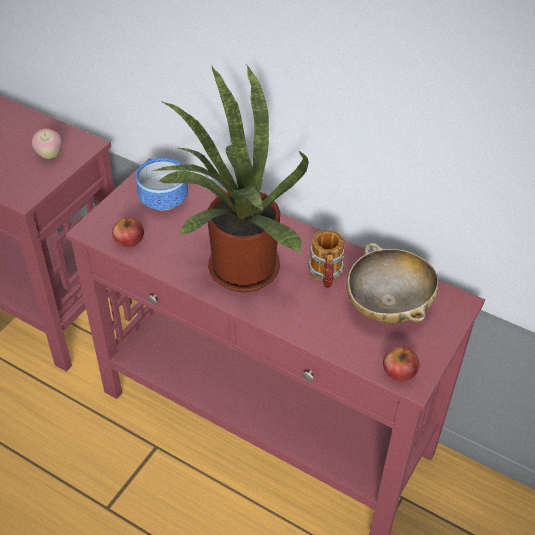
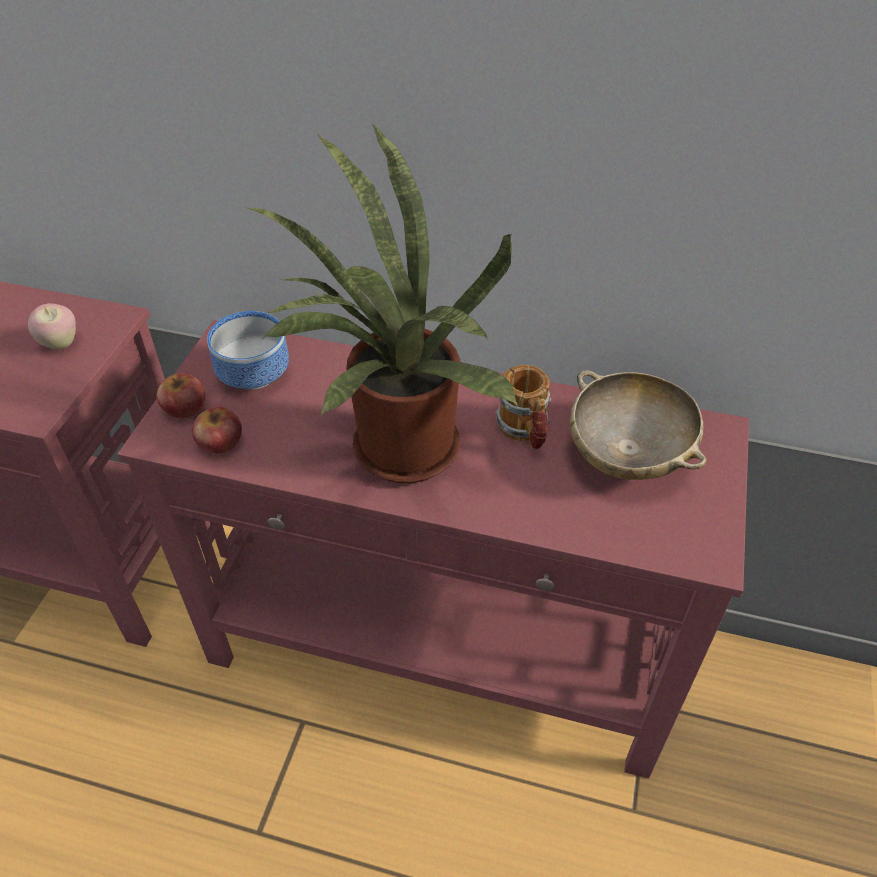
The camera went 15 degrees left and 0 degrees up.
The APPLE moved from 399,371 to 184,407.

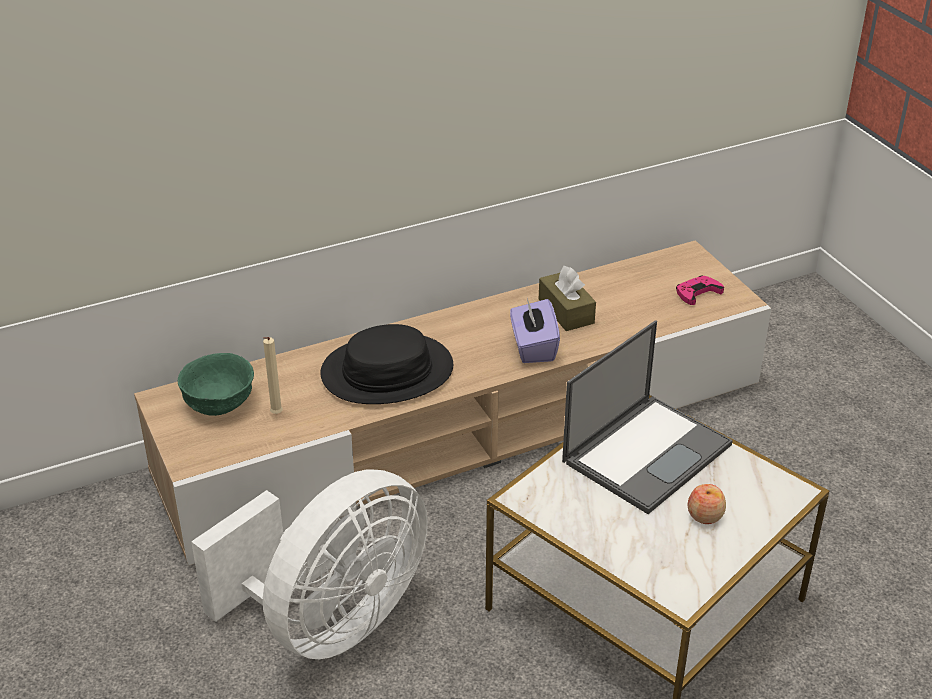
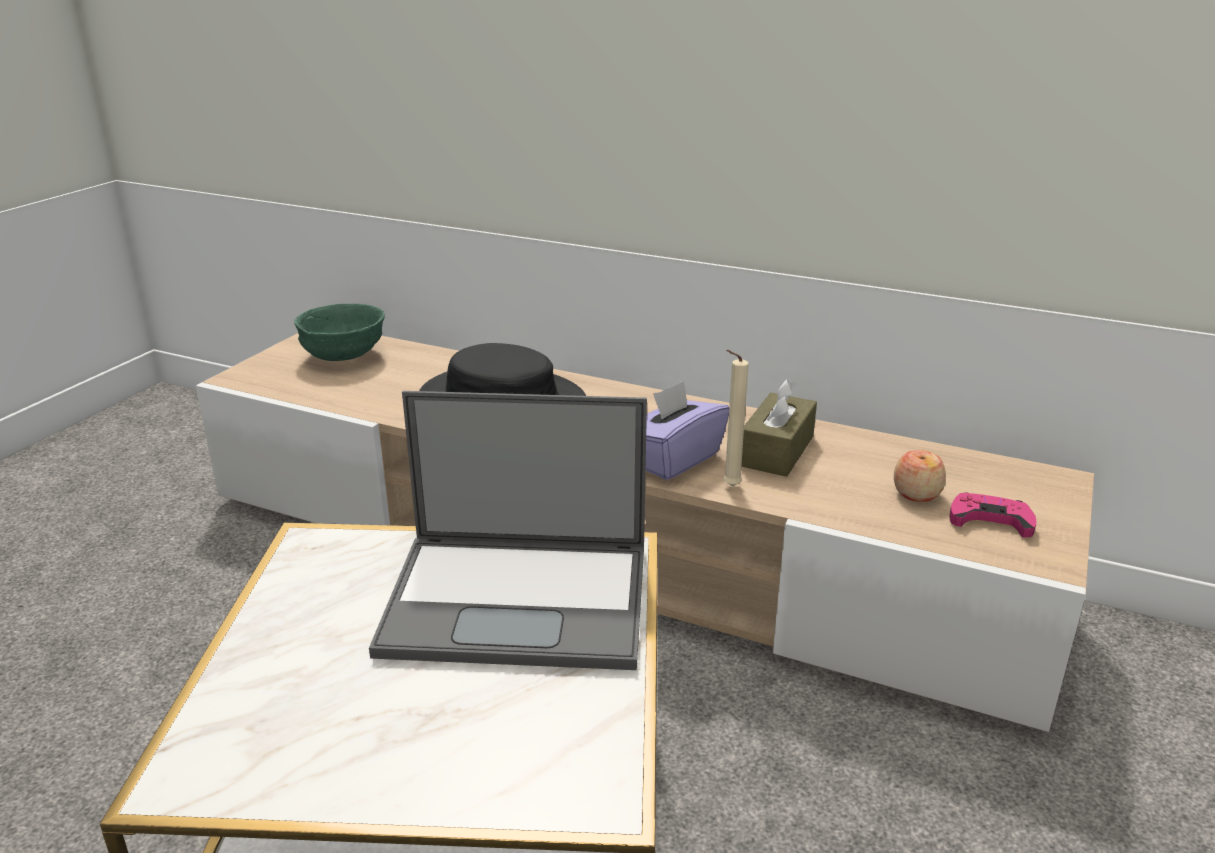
The camera went 50 degrees right and 10 degrees down.
The WHITE FAN at 330,622 disappeared.
The BEIGE CANDLE moved from 275,415 to 729,487.
The APPLE moved from 705,515 to 916,494.

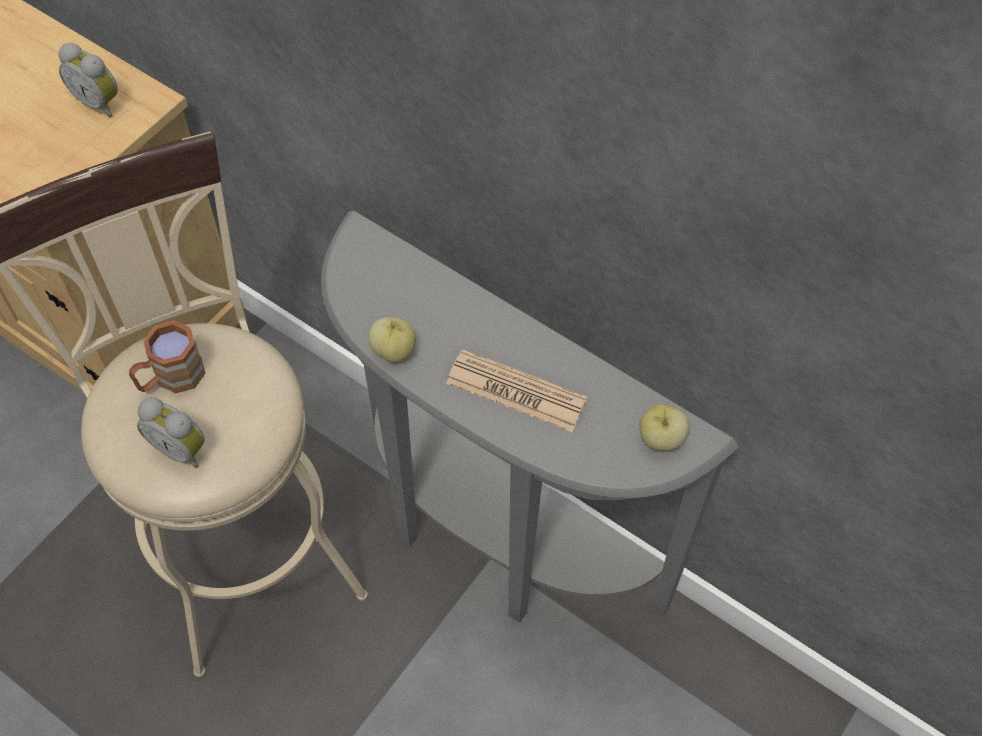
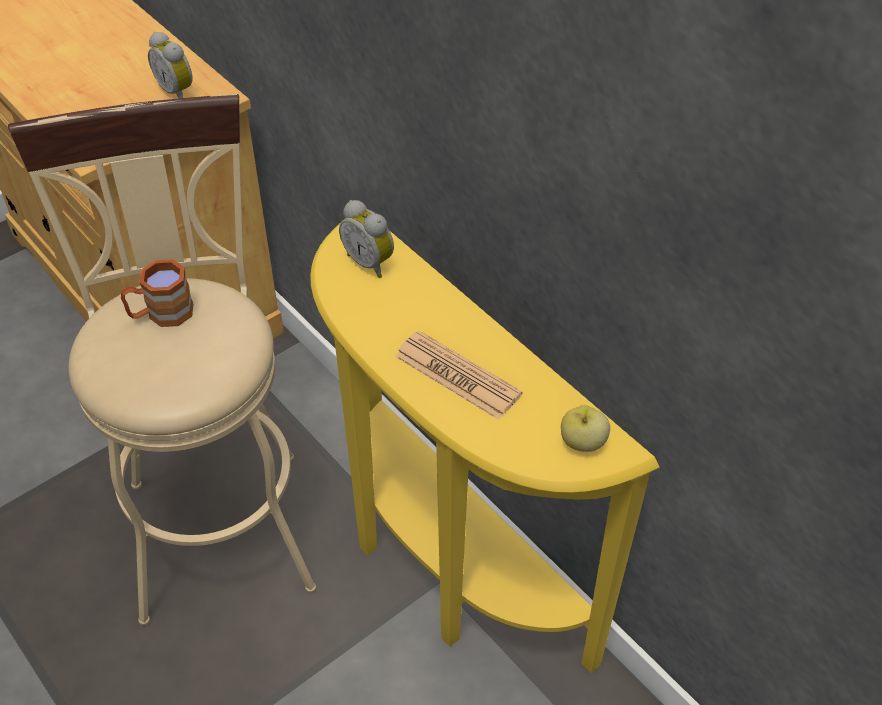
The camera went 15 degrees right and 10 degrees down.
The APPLE at 394,350 disappeared.
The ALARM CLOCK moved from 181,448 to 370,262.
The GREY CONSOLE TABLE at 492,542 became the YELLOW CONSOLE TABLE at 445,569.

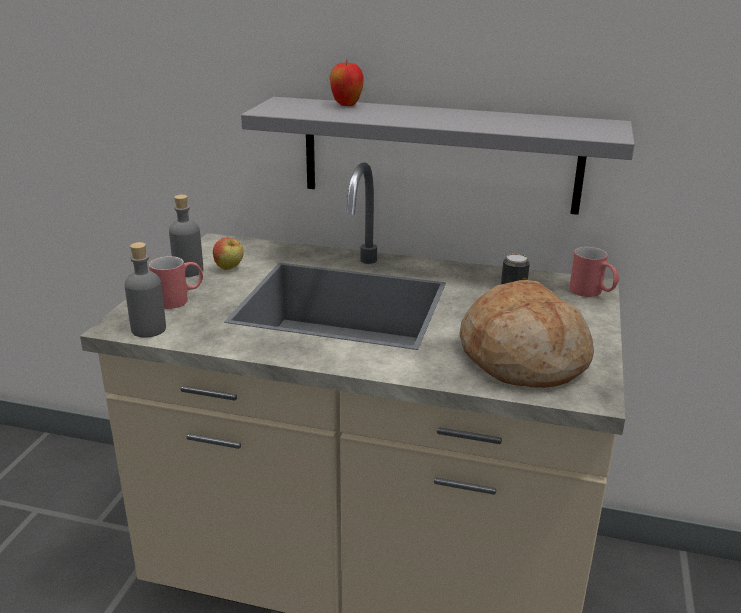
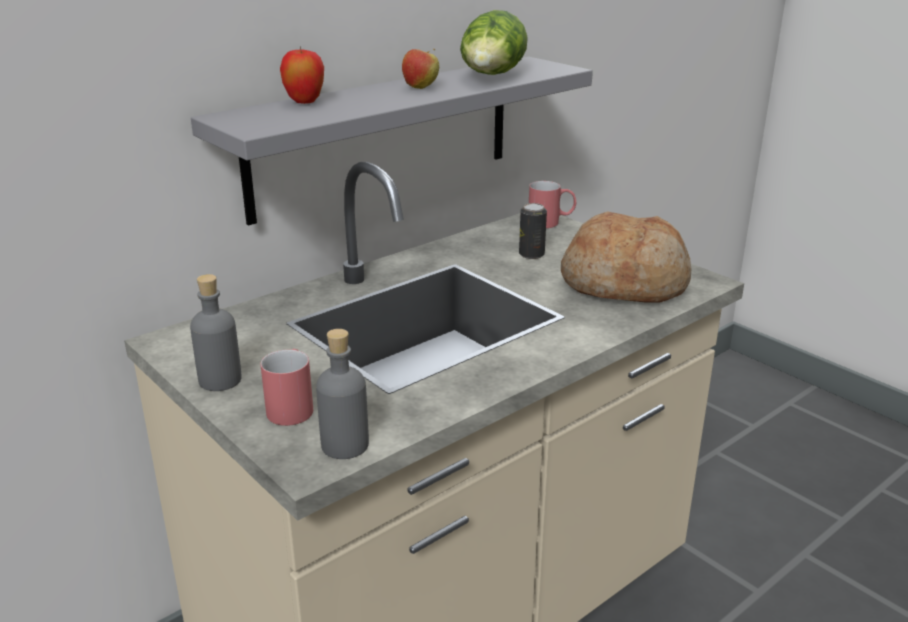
The camera went 55 degrees left and 0 degrees up.
The LETTUCE at 492,77 appeared.
The APPLE moved from 229,268 to 421,87.

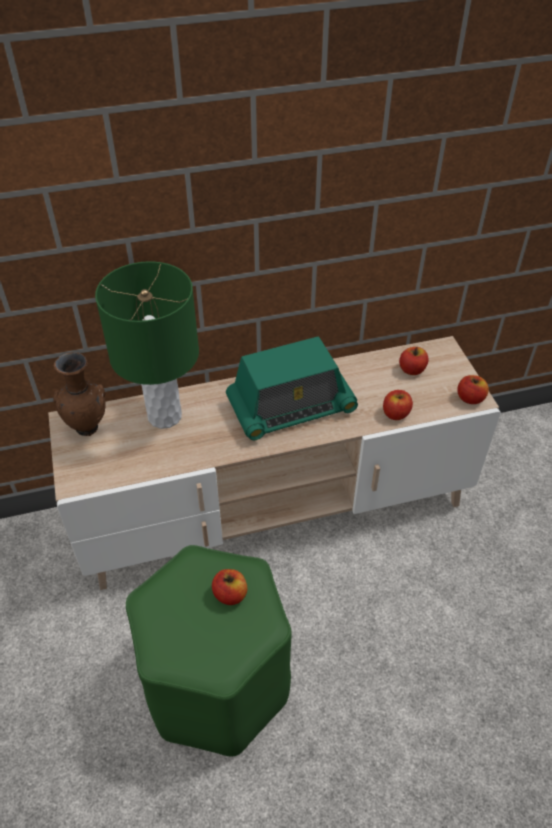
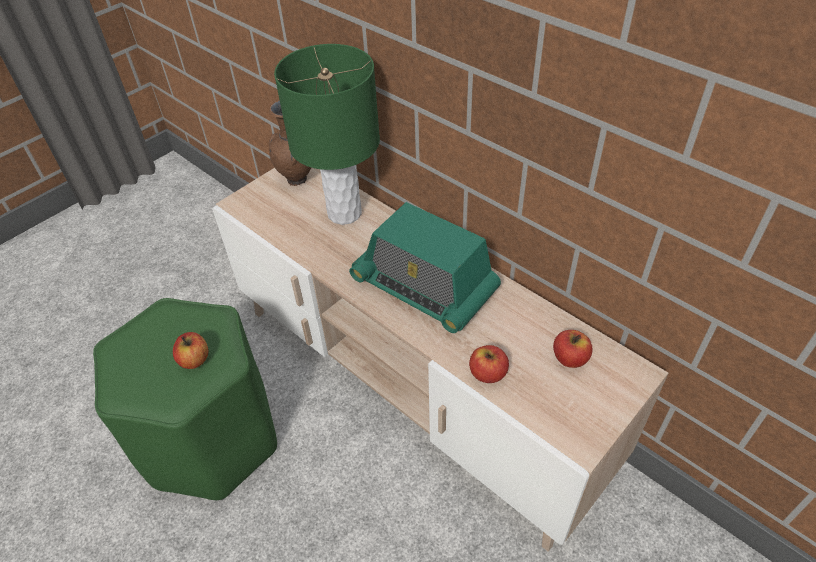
The camera went 60 degrees right and 0 degrees up.
The APPLE at 470,398 disappeared.

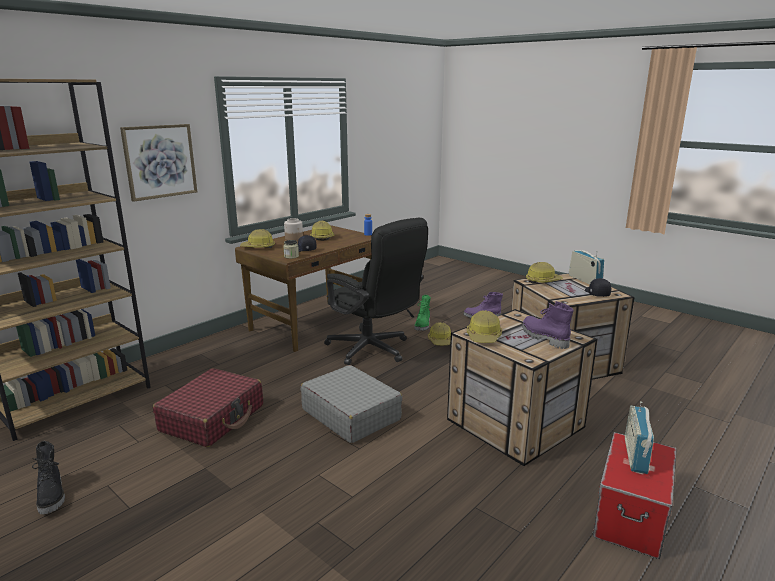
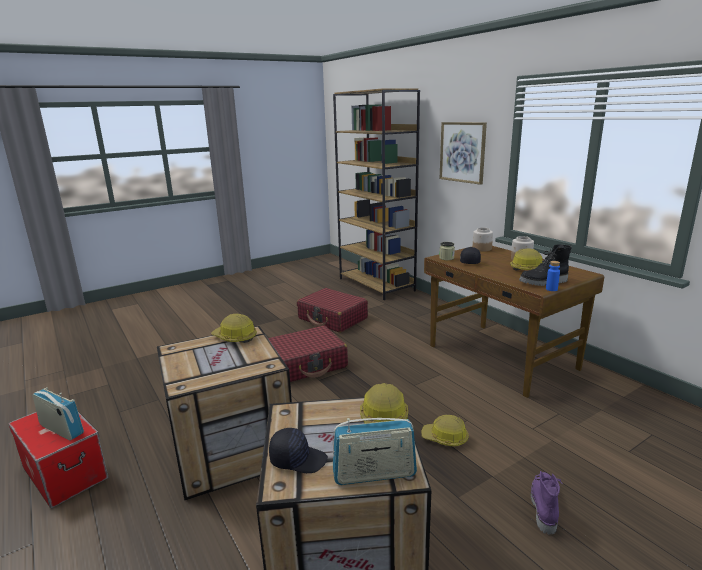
The camera went 105 degrees right and 0 degrees up.
The BLACK OFFICE CHAIR at 374,351 disappeared.
The GREEN BOOT at 423,325 disappeared.
The PURPLE BOOT at 543,338 disappeared.
The BLACK BOOT moved from 52,496 to 543,282.
The HARD HAT at 258,247 was replaced by the JAR at 481,249.
The GREY SUITCASE at 351,414 became the RED SUITCASE at 306,364.

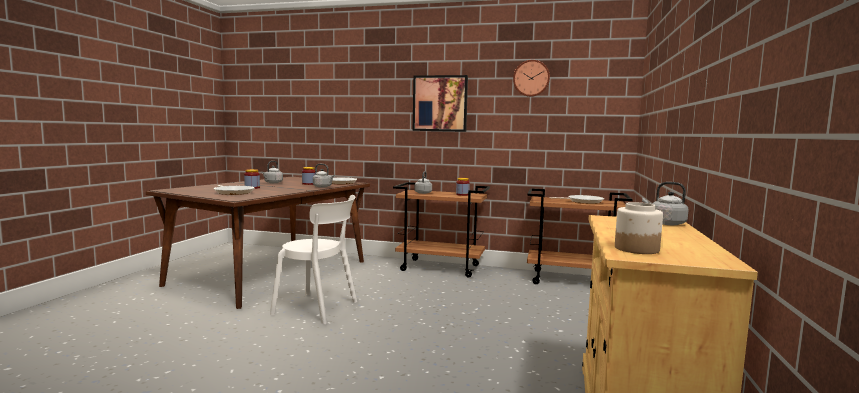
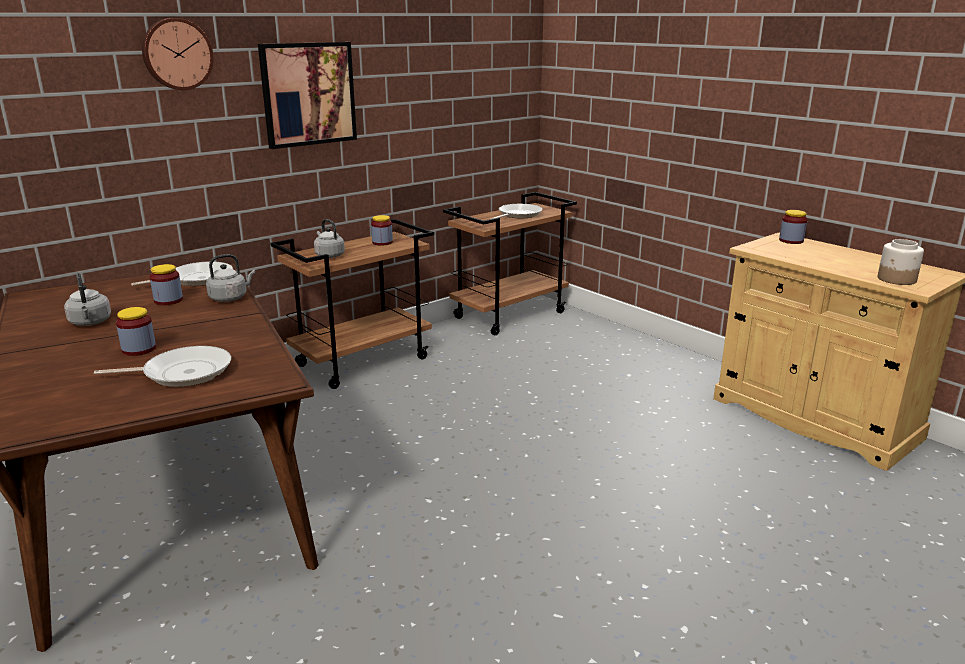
The camera went 55 degrees left and 15 degrees up.
The WHITE CHAIR at 318,308 disappeared.
The WALL CLOCK moved from 531,78 to 177,54.
The GREY KETTLE at 665,223 was replaced by the JAR at 791,241.

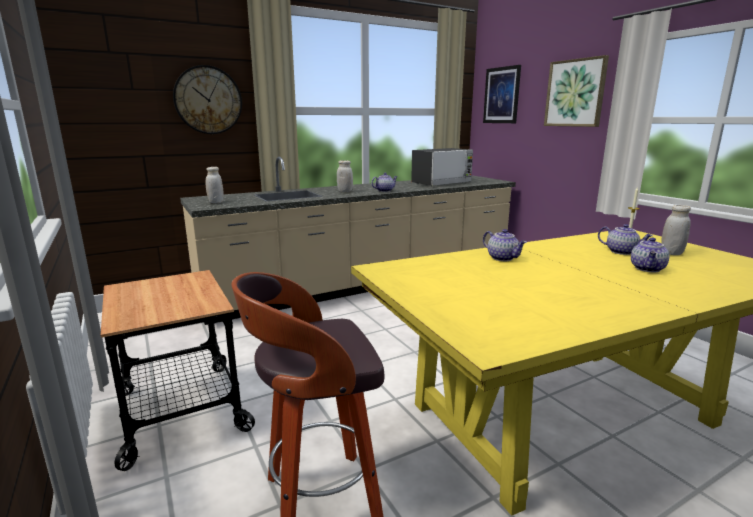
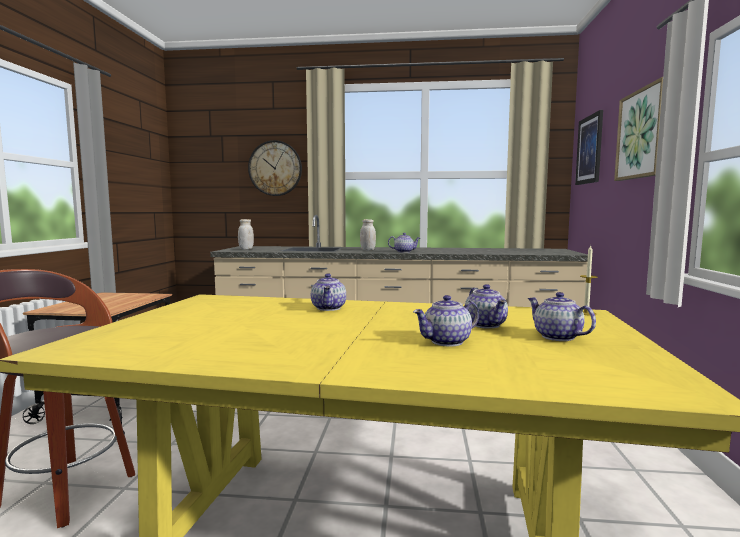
The camera went 35 degrees right and 10 degrees down.
The MICROWAVE at 441,183 disappeared.
The WHITE JAR at 671,253 was replaced by the TEAPOT at 556,337.

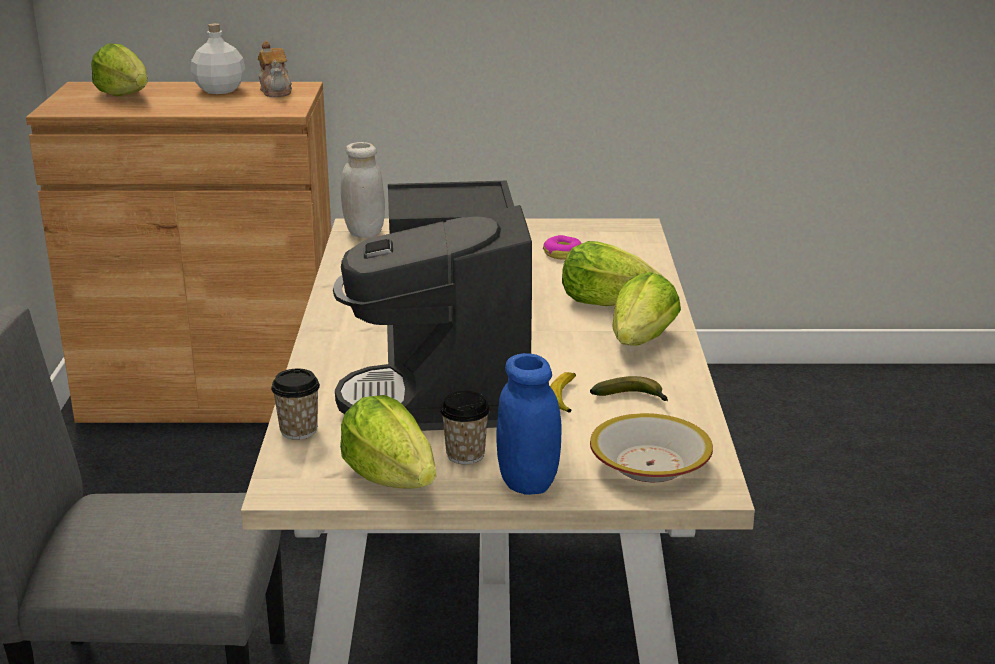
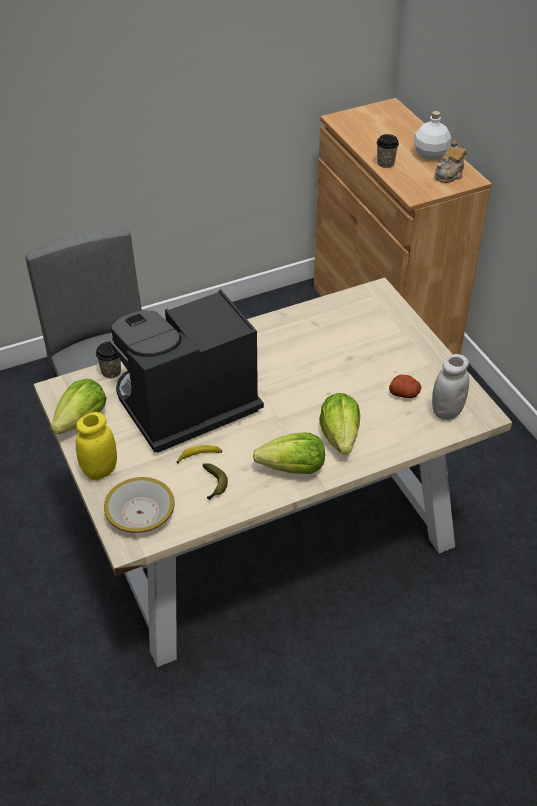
The camera went 65 degrees right and 20 degrees up.
The LETTUCE at 124,95 disappeared.
The WHITE JAR moved from 364,232 to 446,411.
The CUP moved from 465,455 to 385,163.
The DONUT at 562,254 was replaced by the POTATO at 404,393.
The BLUE JAR at 528,482 became the YELLOW JAR at 100,470.

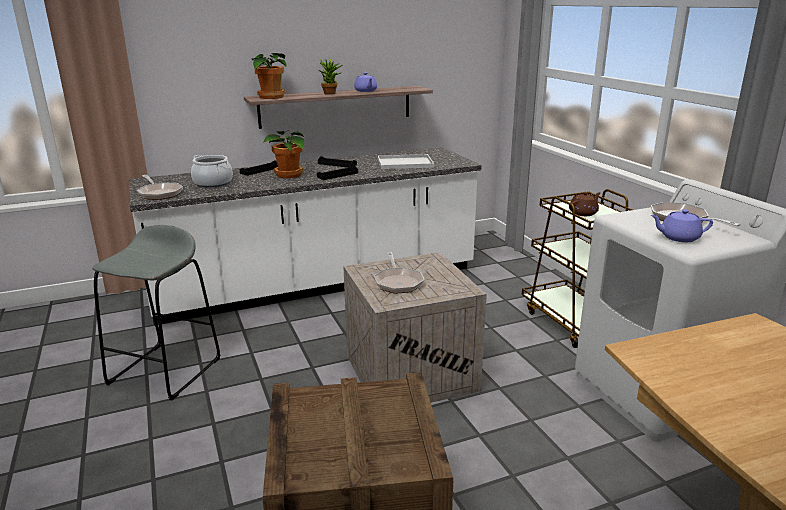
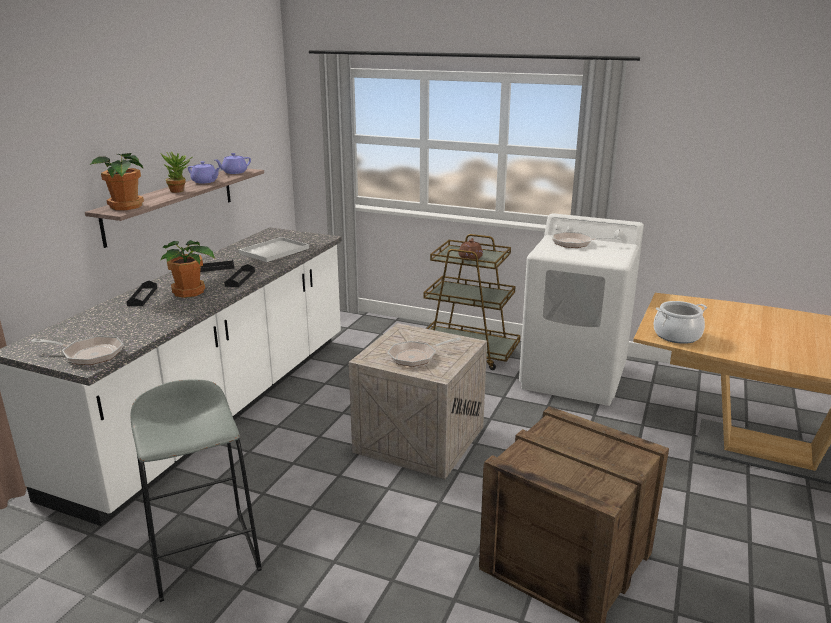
The camera went 45 degrees left and 0 degrees up.
The COOKING POT moved from 213,183 to 676,335.
The PURPLE TEAPOT moved from 678,238 to 234,172.
The FRYING PAN at 398,282 turned 120 degrees clockwise.

